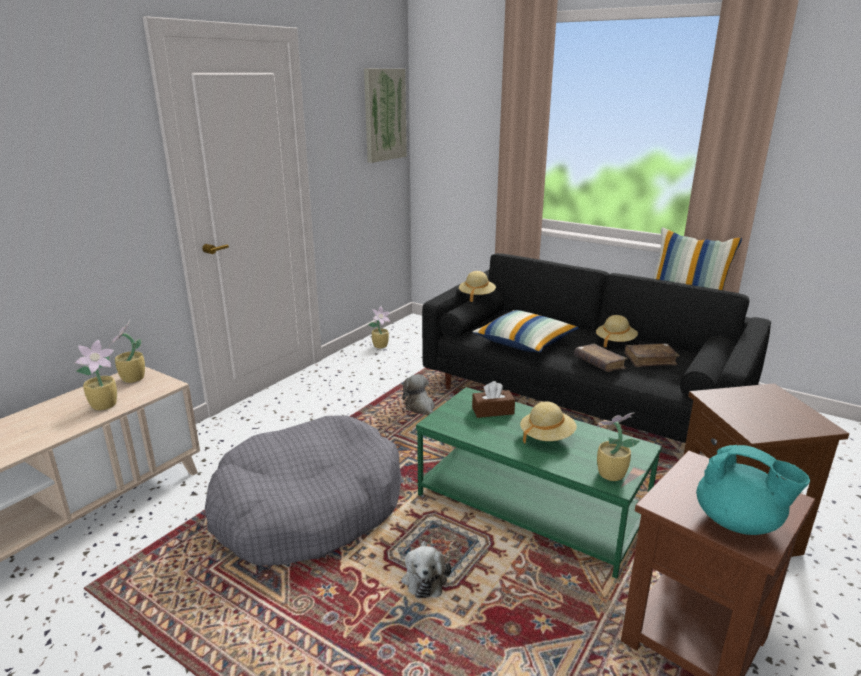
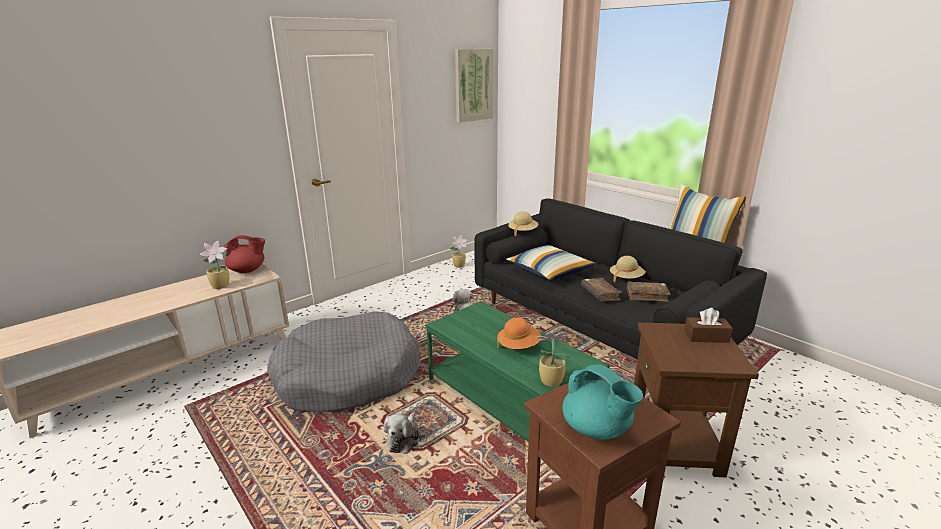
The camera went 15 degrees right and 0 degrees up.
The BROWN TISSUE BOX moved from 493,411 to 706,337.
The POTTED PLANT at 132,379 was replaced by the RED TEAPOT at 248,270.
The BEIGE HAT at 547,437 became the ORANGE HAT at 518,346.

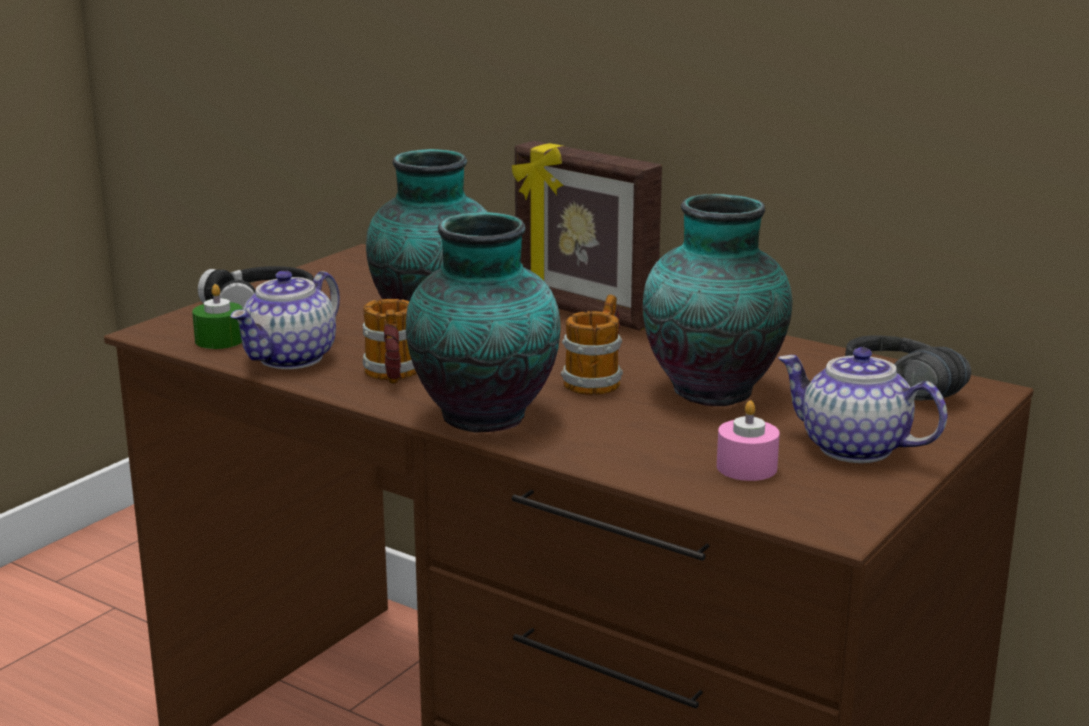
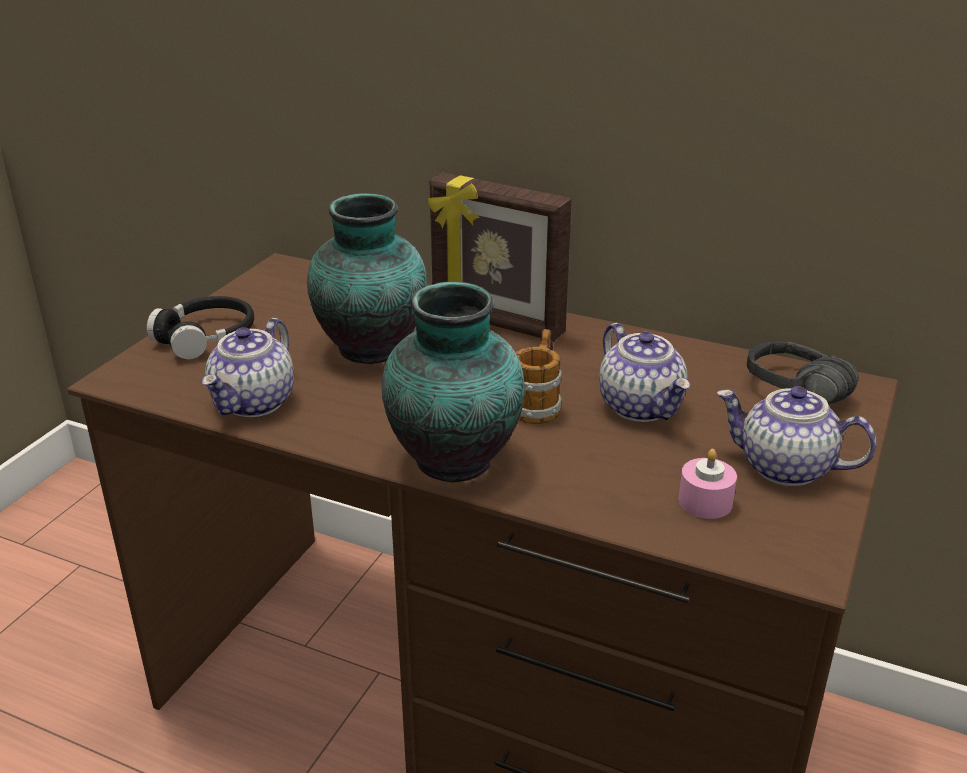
The camera went 10 degrees left and 10 degrees up.
The GREEN CANDLE at 220,340 disappeared.
The MUG at 392,375 disappeared.
The VASE at 714,389 was replaced by the TEAPOT at 642,407.

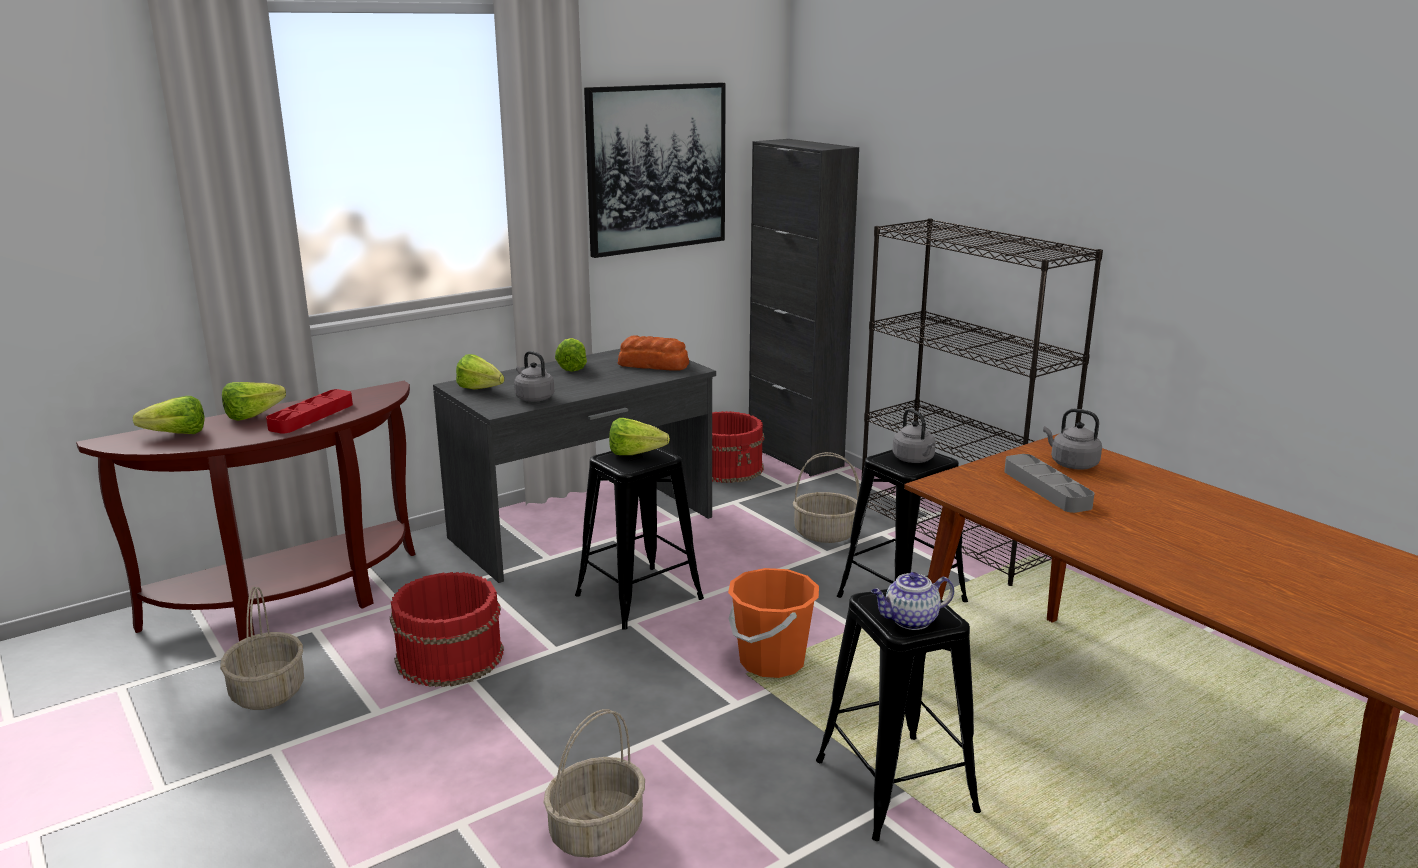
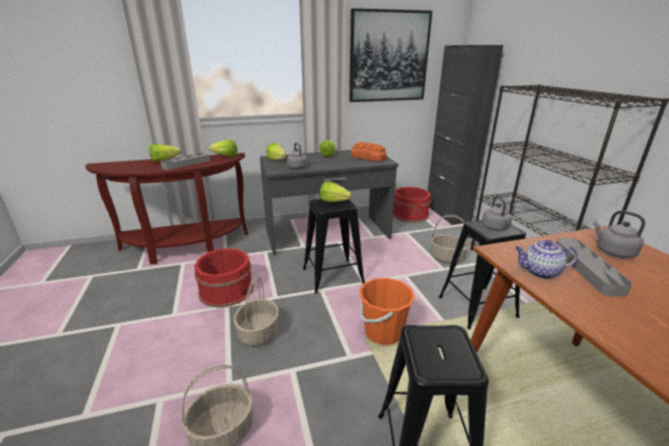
The camera went 20 degrees right and 5 degrees up.
The LETTUCE moved from 171,435 to 223,156.
The BASKET moved from 267,692 to 258,332.
The TEAPOT moved from 910,621 to 539,272.
The RED TRAY at 311,416 became the GREY TRAY at 186,163.

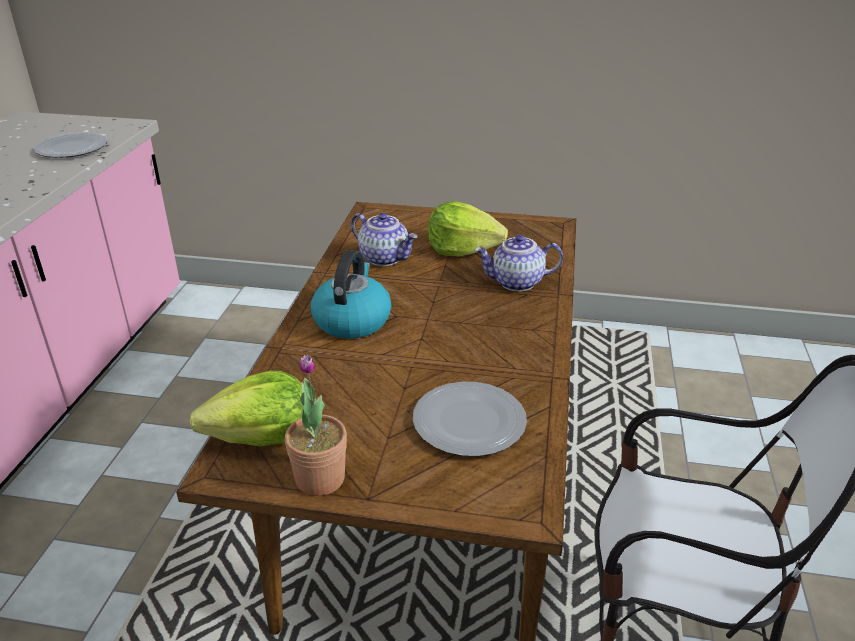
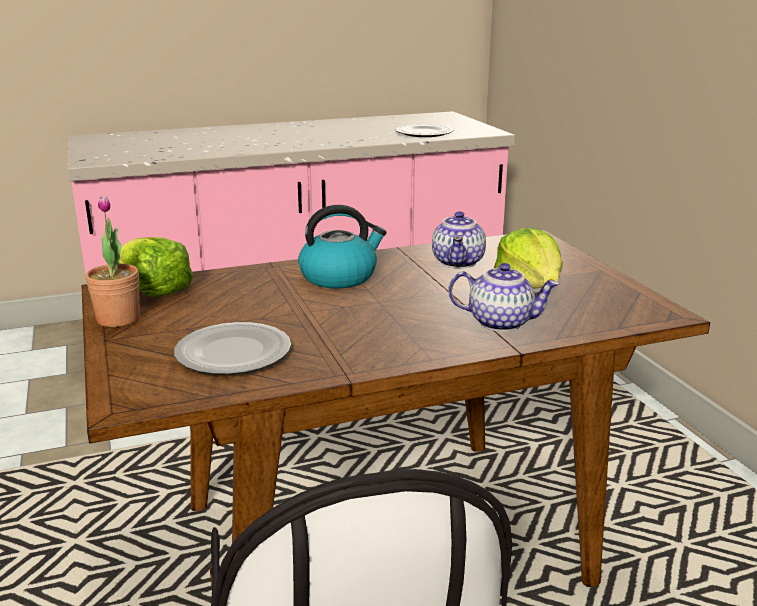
The camera went 60 degrees right and 10 degrees down.
The TEAPOT at 516,283 turned 135 degrees clockwise.

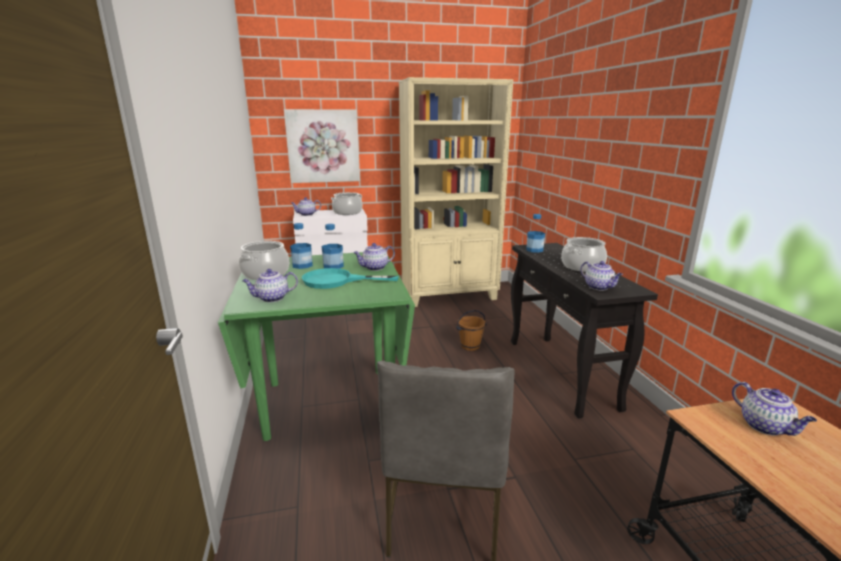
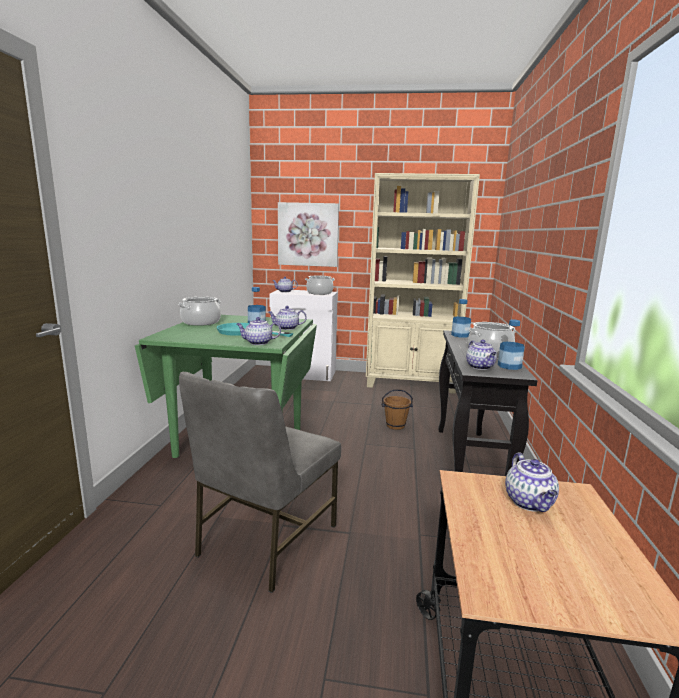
The camera went 20 degrees right and 5 degrees down.
The TEAPOT moved from 272,298 to 258,343.
The BOTTLE moved from 302,265 to 509,366.

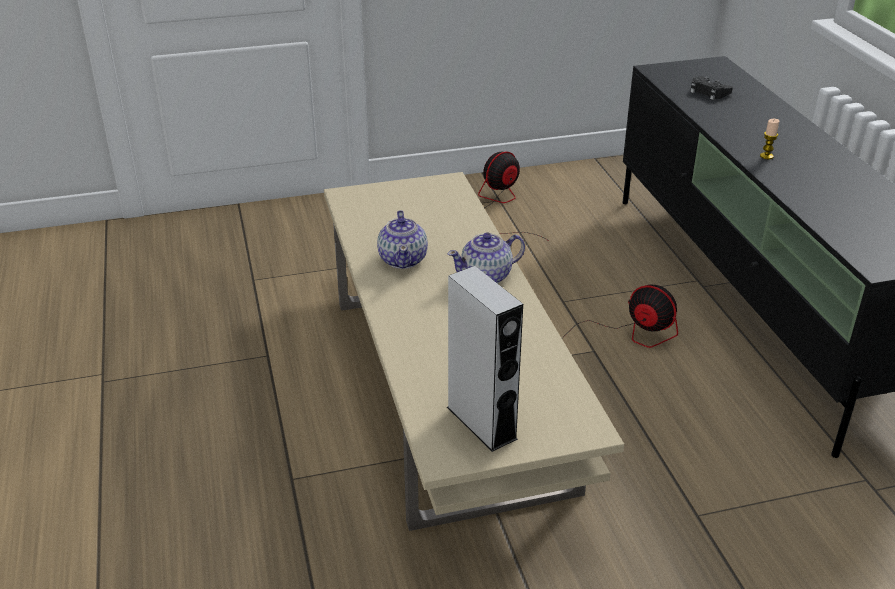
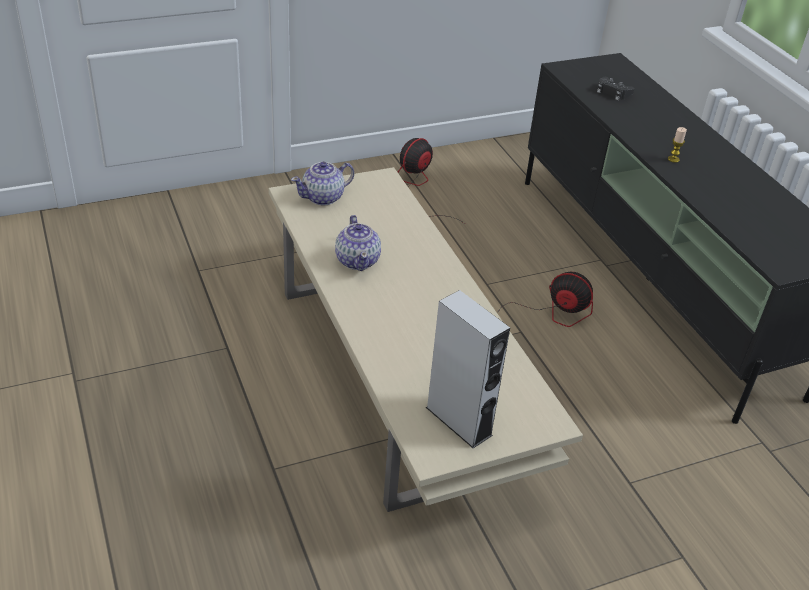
The camera went 10 degrees left and 5 degrees up.
The TEAPOT moved from 487,276 to 323,197.

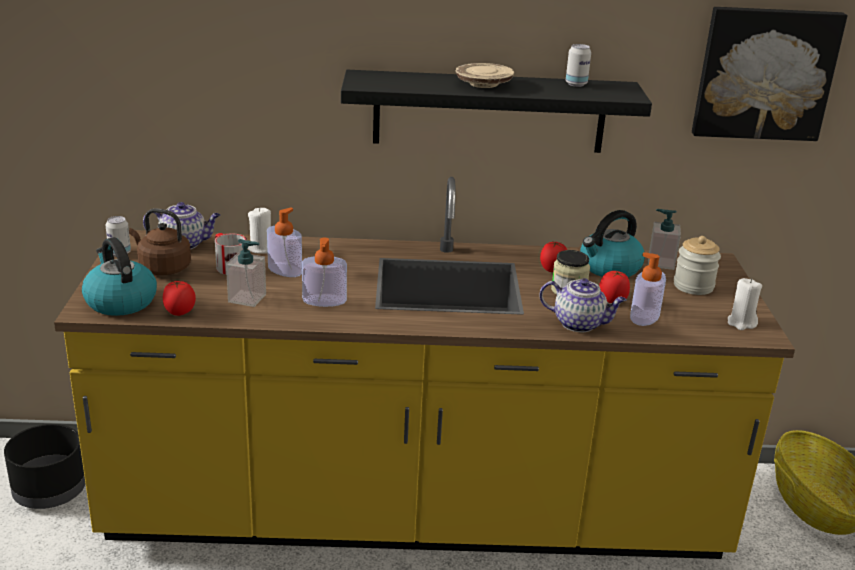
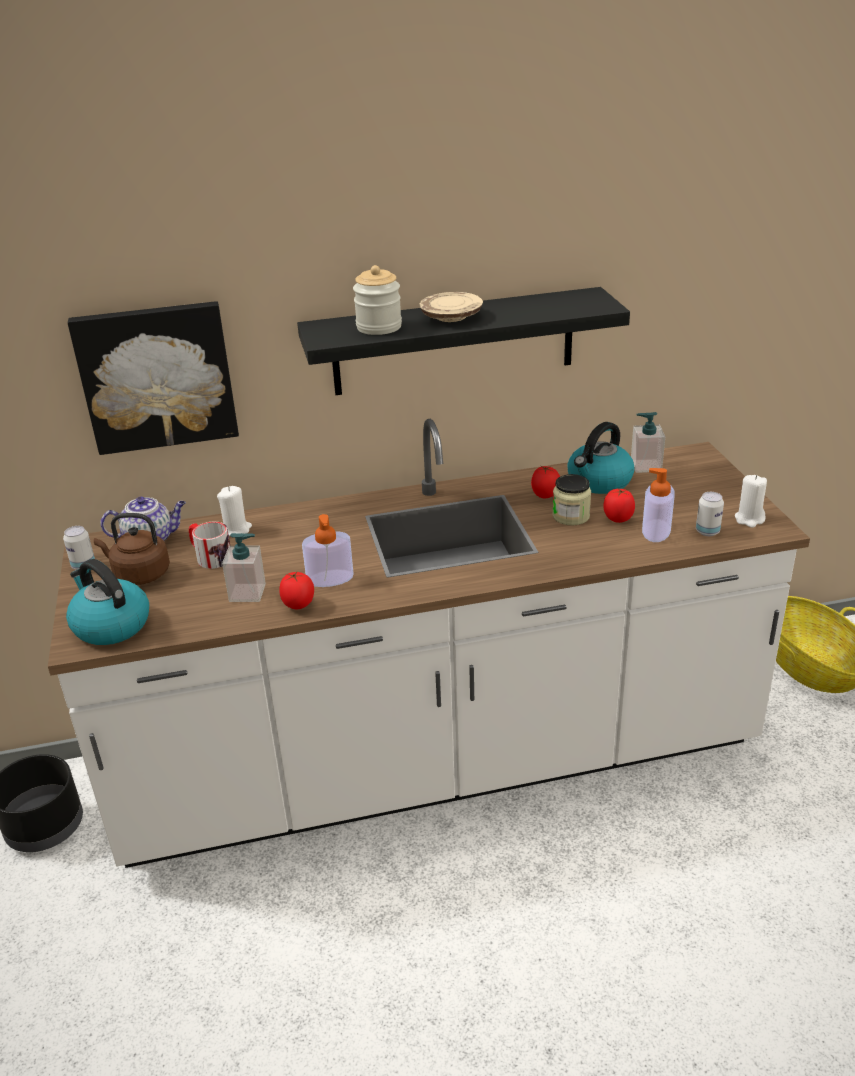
The camera went 10 degrees left and 5 degrees up.
The SOAP DISPENSER at 285,270 disappeared.
The TEAPOT at 580,324 disappeared.
The TOMATO moved from 179,313 to 298,605.
The CAN moved from 576,84 to 707,532.
The JAR moved from 693,286 to 379,327.
The PICTURE moved from 764,73 to 157,376.
The YELLOW COUNTER at 415,512 became the WHITE COUNTER at 437,761.

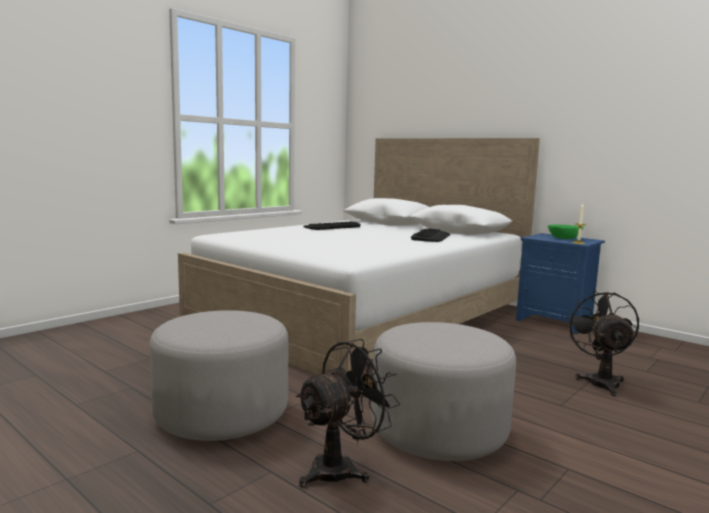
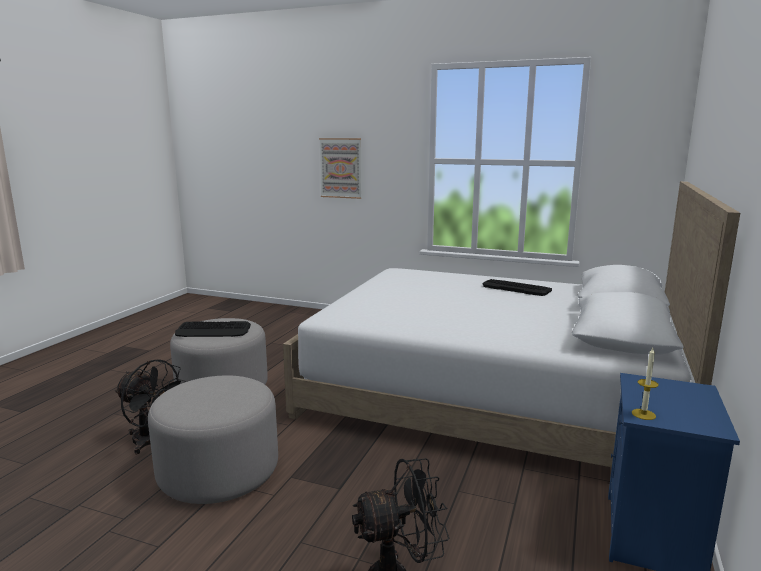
The camera went 70 degrees right and 5 degrees up.
The GREEN BOWL at 563,238 disappeared.
The PICTURE at 341,168 appeared.
The KEYBOARD moved from 431,237 to 213,330.

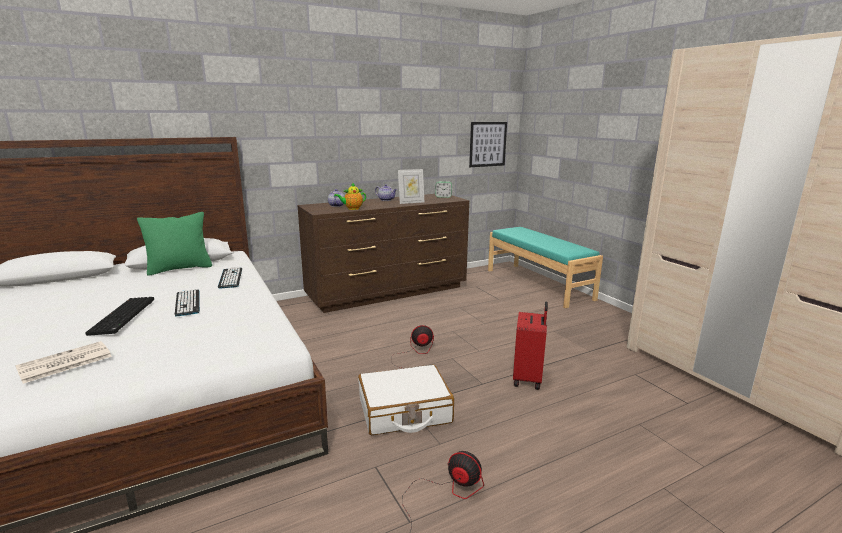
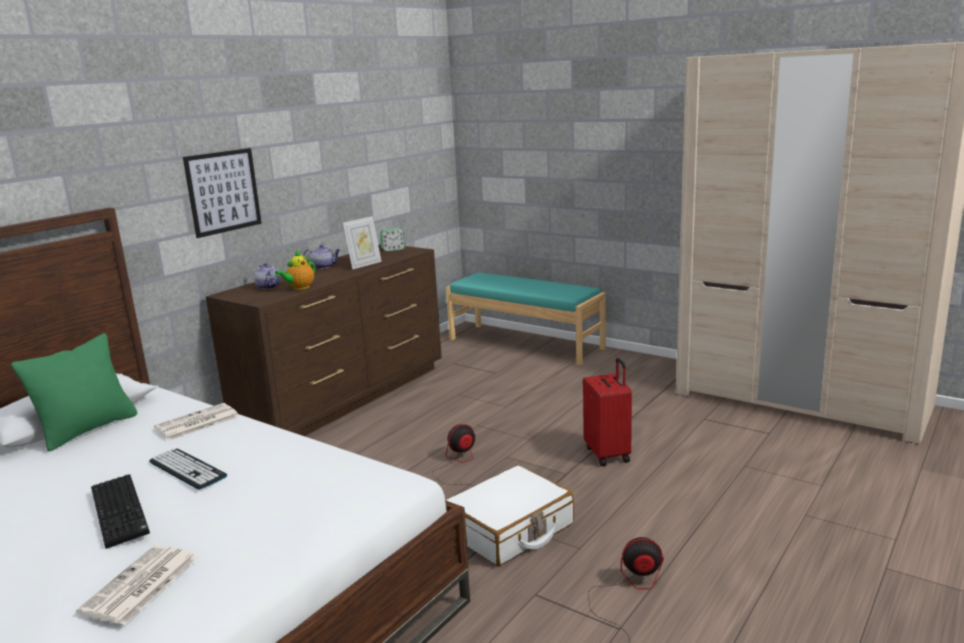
The camera went 25 degrees left and 0 degrees up.
The PICTURE moved from 488,144 to 223,192.
The KEYBOARD at 230,278 was replaced by the NEWSPAPER at 196,423.

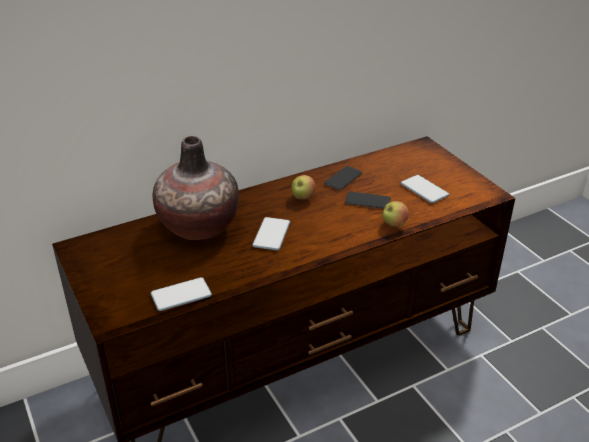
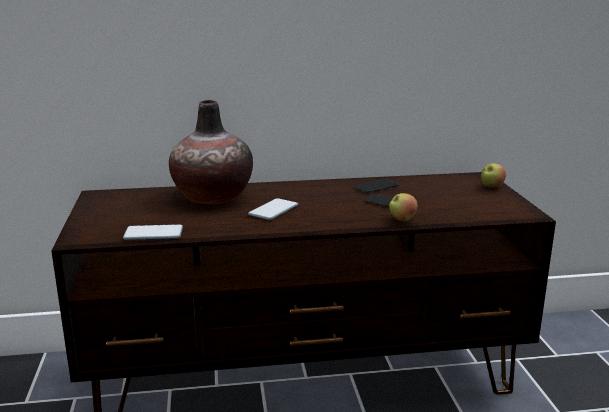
The camera went 20 degrees right and 15 degrees down.
The PHONE at 424,190 disappeared.
The APPLE moved from 302,197 to 491,187.

